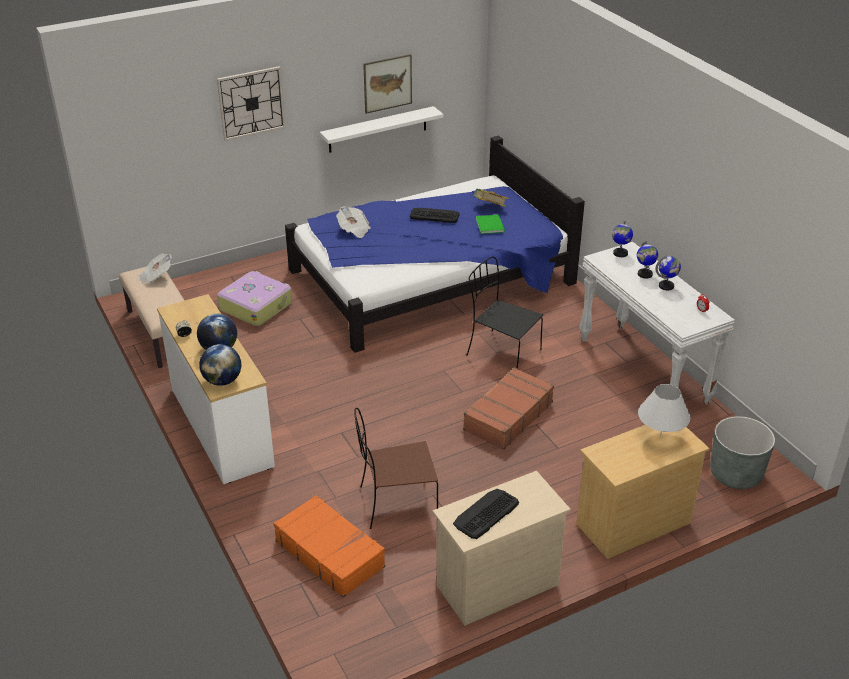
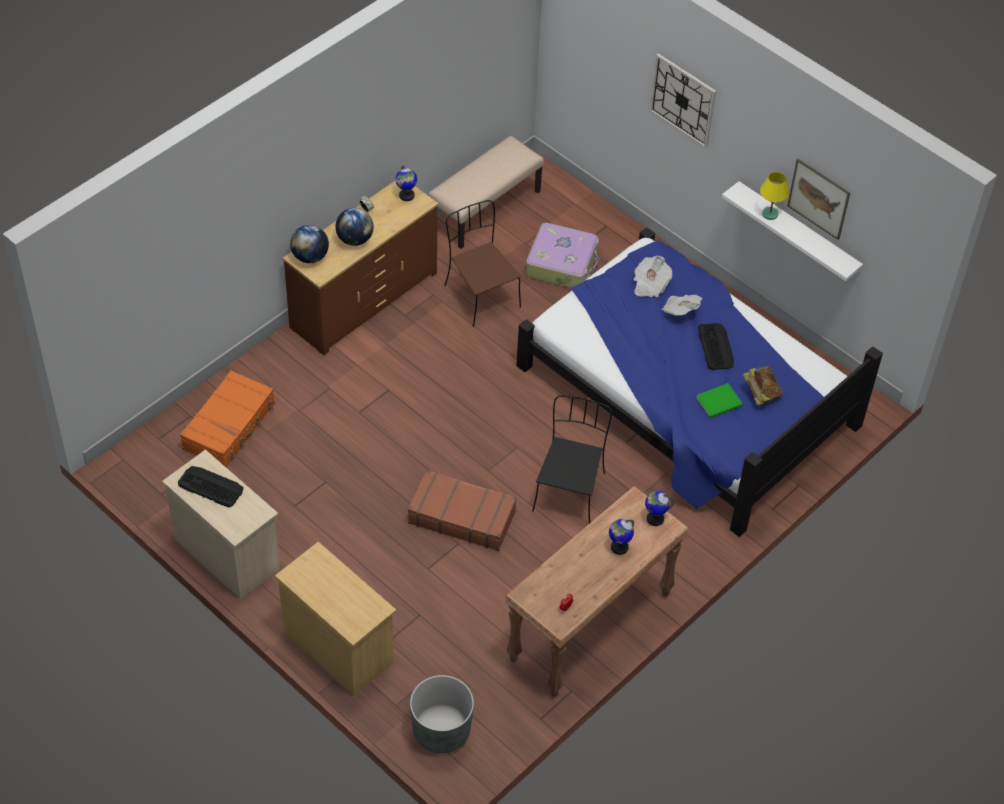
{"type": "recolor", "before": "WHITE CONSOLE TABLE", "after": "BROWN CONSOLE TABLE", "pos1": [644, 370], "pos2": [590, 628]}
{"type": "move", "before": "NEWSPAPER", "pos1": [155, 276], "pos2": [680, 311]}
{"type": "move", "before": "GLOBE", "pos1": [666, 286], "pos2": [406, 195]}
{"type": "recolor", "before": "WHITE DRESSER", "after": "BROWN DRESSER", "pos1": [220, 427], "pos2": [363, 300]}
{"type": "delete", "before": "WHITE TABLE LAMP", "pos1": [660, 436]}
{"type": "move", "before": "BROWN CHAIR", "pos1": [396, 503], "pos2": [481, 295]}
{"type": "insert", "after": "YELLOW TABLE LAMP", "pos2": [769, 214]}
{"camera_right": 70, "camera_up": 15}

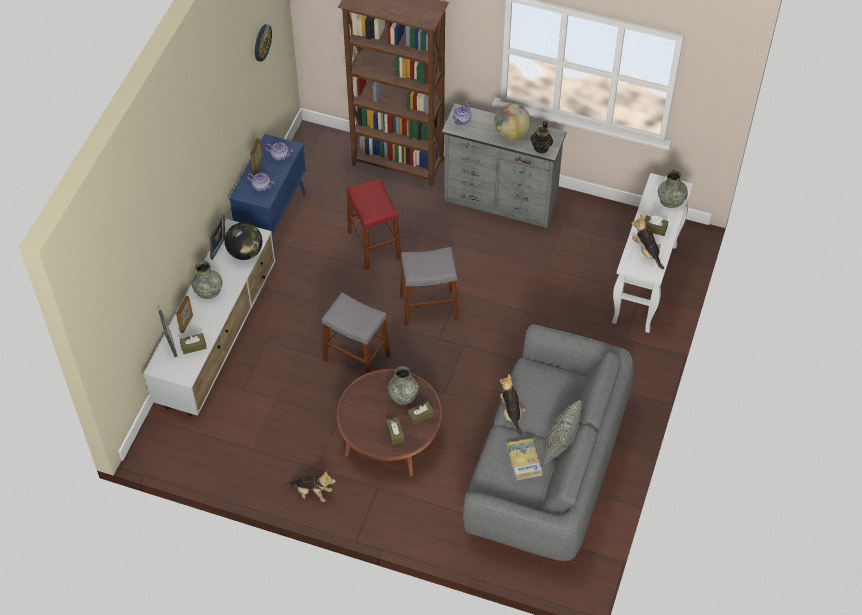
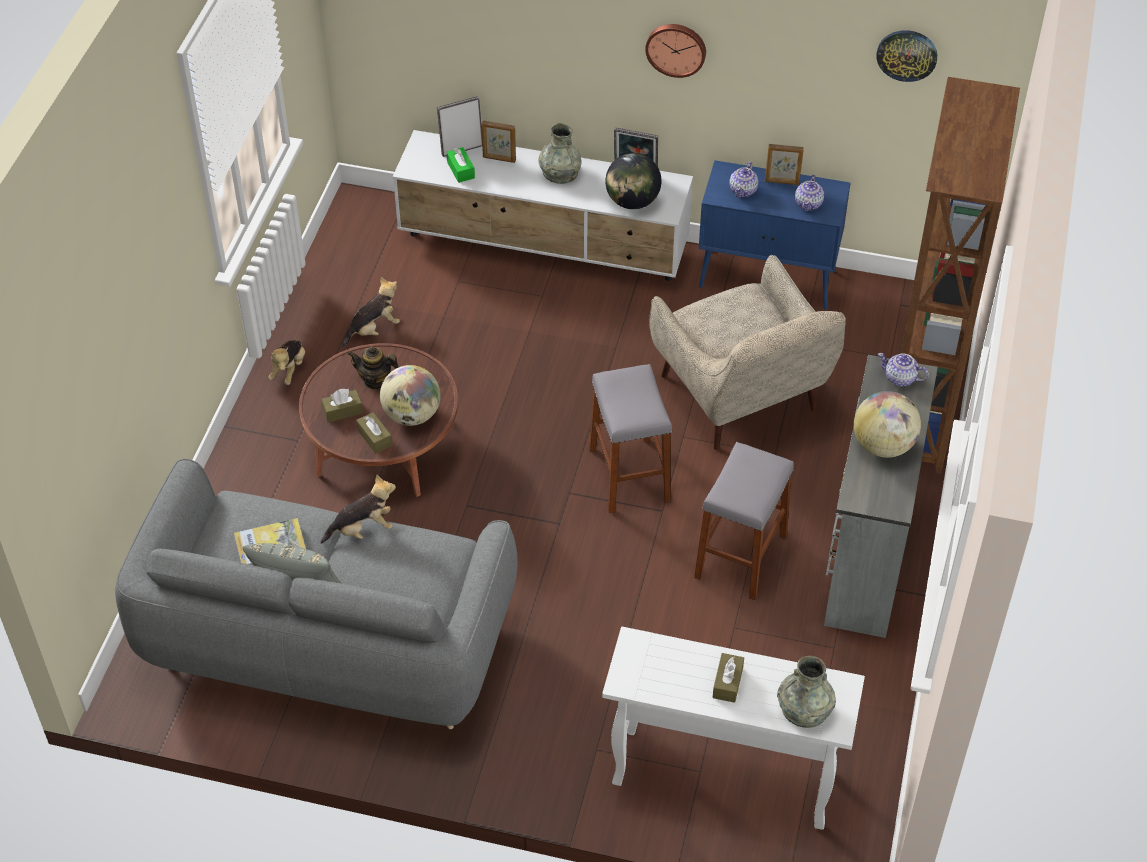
{"type": "move", "before": "TEAPOT", "pos1": [541, 147], "pos2": [375, 380]}
{"type": "replace", "before": "RED STOOL", "after": "BEIGE ARMCHAIR", "pos1": [374, 245], "pos2": [741, 399]}
{"type": "move", "before": "PLUSH TOY", "pos1": [646, 251], "pos2": [374, 329]}
{"type": "move", "before": "GREY STOOL", "pos1": [357, 357], "pos2": [741, 556]}
{"type": "recolor", "before": "BROWN TISSUE BOX", "after": "GREEN TISSUE BOX", "pos1": [193, 346], "pos2": [461, 170]}
{"type": "replace", "before": "GREY VASE", "after": "GLOBE", "pos1": [403, 395], "pos2": [412, 415]}
{"type": "insert", "after": "WALL CLOCK", "pos2": [676, 48]}
{"camera_right": 85, "camera_up": -5}

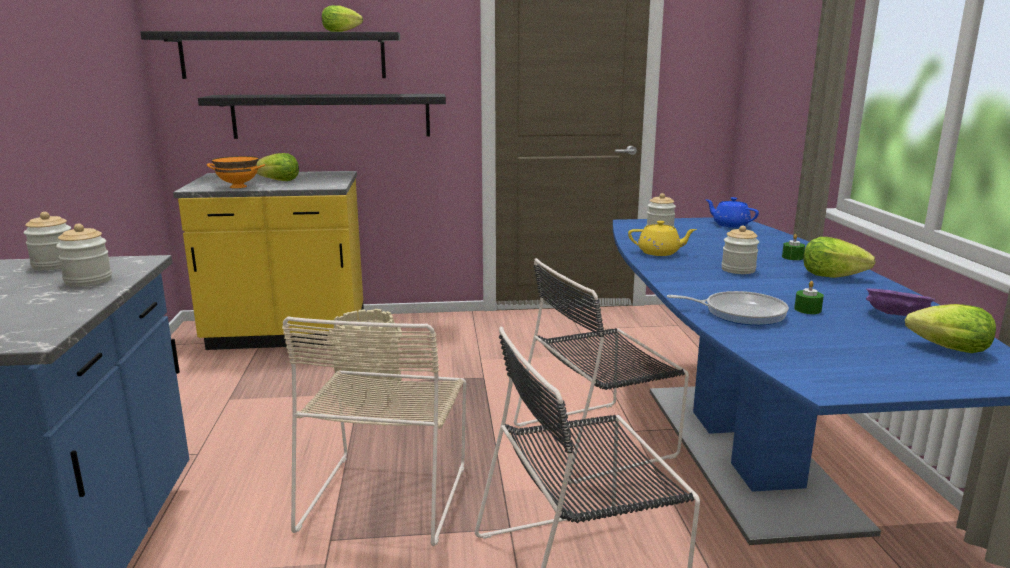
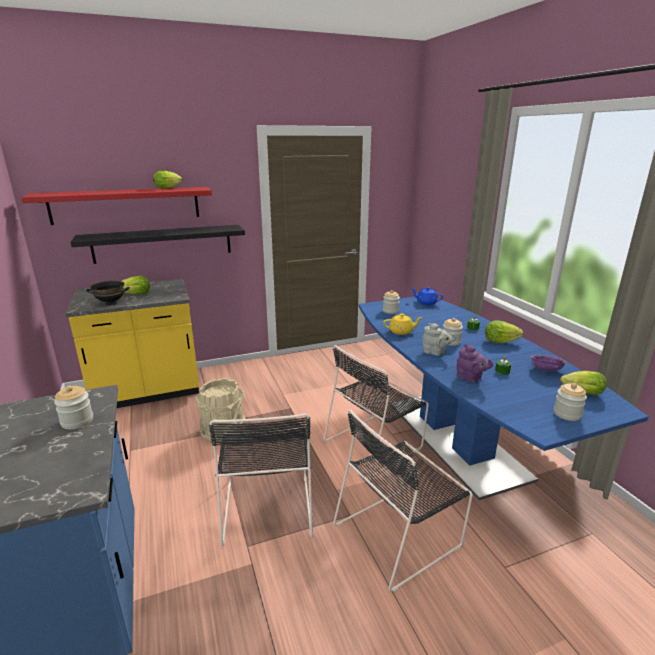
{"type": "recolor", "before": "BLACK SHELF", "after": "RED SHELF", "pos1": [283, 55], "pos2": [126, 205]}
{"type": "recolor", "before": "ORANGE BOWL", "after": "BLACK BOWL", "pos1": [238, 187], "pos2": [111, 303]}
{"type": "move", "before": "JAR", "pos1": [54, 265], "pos2": [567, 414]}
{"type": "replace", "before": "FRYING PAN", "after": "PURPLE TEAPOT", "pos1": [740, 313], "pos2": [470, 378]}
{"type": "recolor", "before": "BEIGE CHAIR", "after": "BLACK CHAIR", "pos1": [387, 493], "pos2": [267, 505]}
{"type": "insert", "after": "GREY TEAPOT", "pos2": [435, 353]}
{"camera_right": -15, "camera_up": 5}

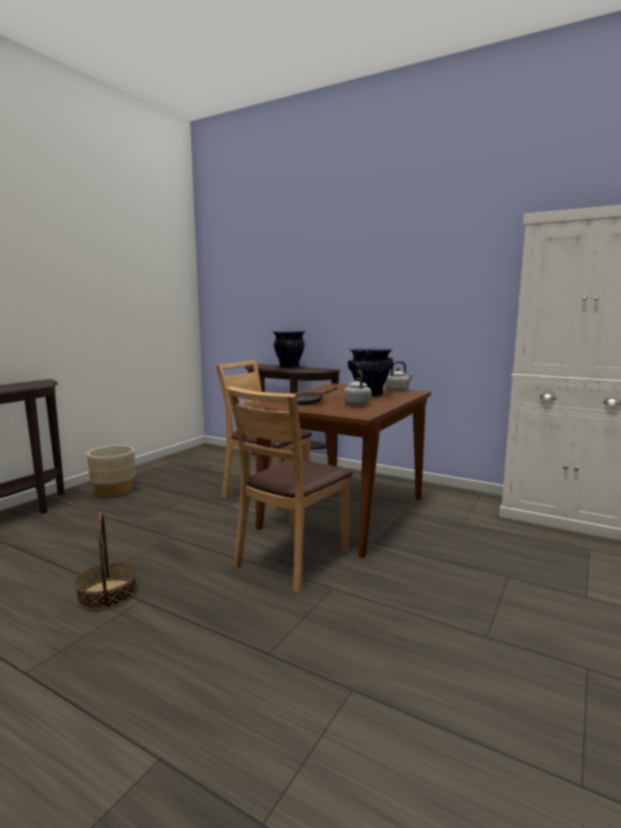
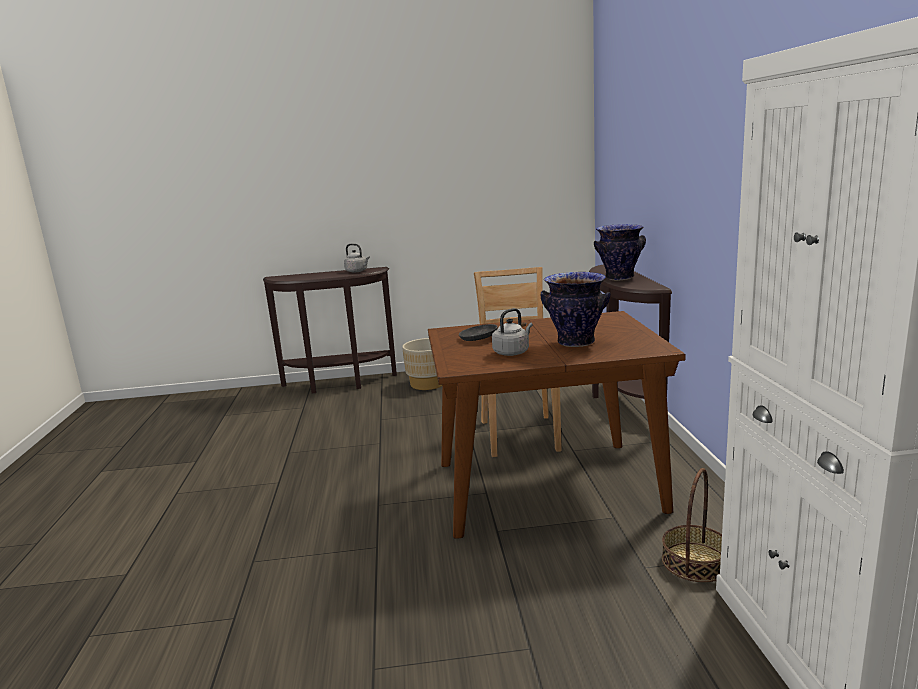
{"type": "move", "before": "GREY KETTLE", "pos1": [398, 390], "pos2": [357, 271]}
{"type": "delete", "before": "BROWN CHAIR", "pos1": [292, 559]}
{"type": "move", "before": "BASKET", "pos1": [107, 594], "pos2": [695, 562]}
{"camera_right": 55, "camera_up": 5}

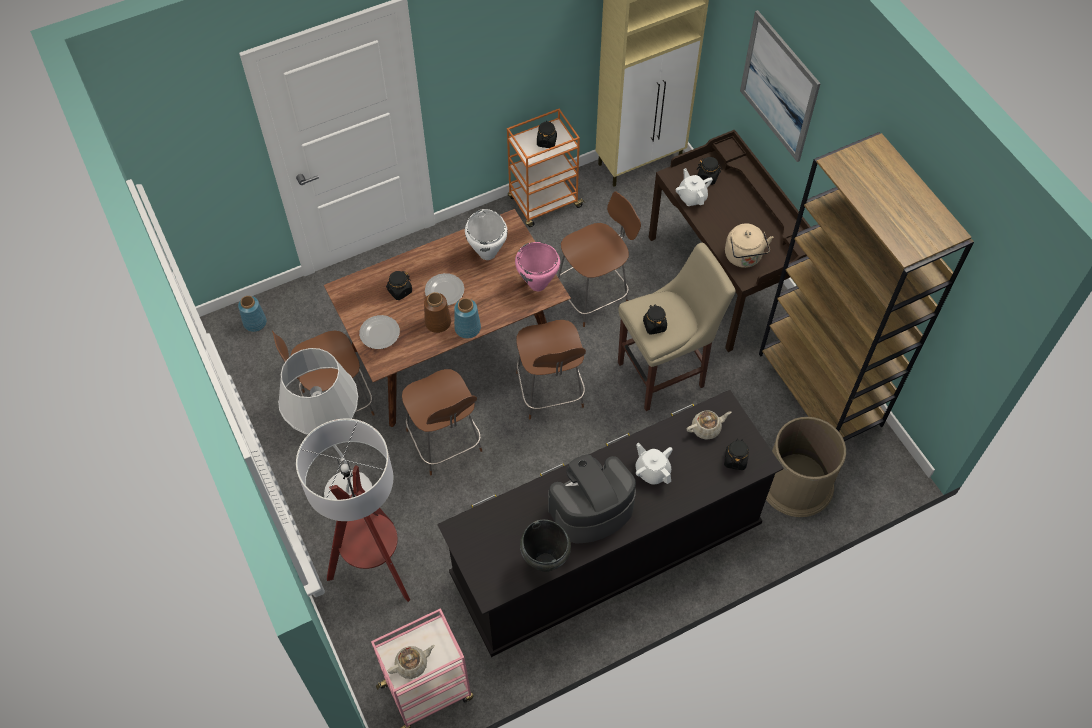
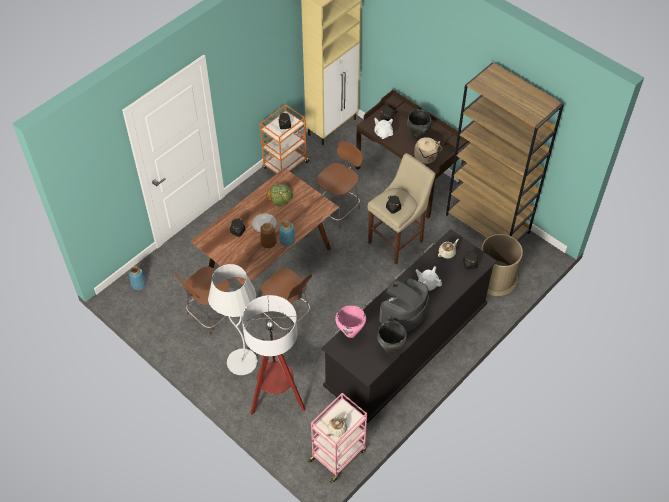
{"type": "delete", "before": "PICTURE", "pos1": [779, 86]}
{"type": "replace", "before": "WHITE COOKING POT", "after": "BREAD", "pos1": [488, 253], "pos2": [280, 196]}
{"type": "move", "before": "PINK COOKING POT", "pos1": [538, 284], "pos2": [350, 333]}
{"type": "delete", "before": "PLATE", "pos1": [379, 333]}
{"type": "delete", "before": "BROWN CHAIR", "pos1": [550, 392]}
{"type": "insert", "after": "BLACK COOKING POT", "pos2": [417, 136]}
{"camera_right": -20, "camera_up": -5}

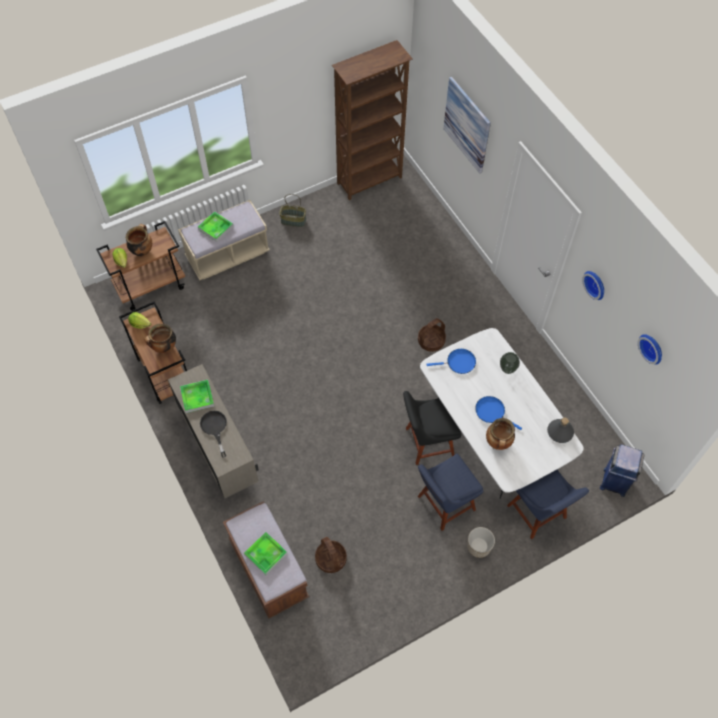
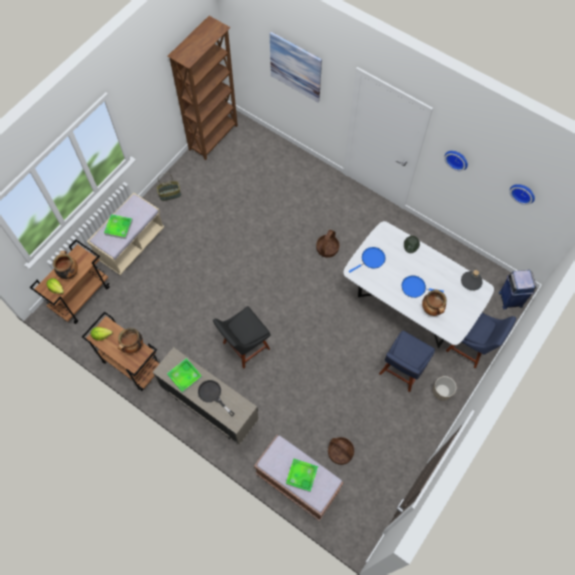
{"type": "move", "before": "BLACK CHAIR", "pos1": [427, 442], "pos2": [244, 347]}
{"camera_right": -25, "camera_up": 5}

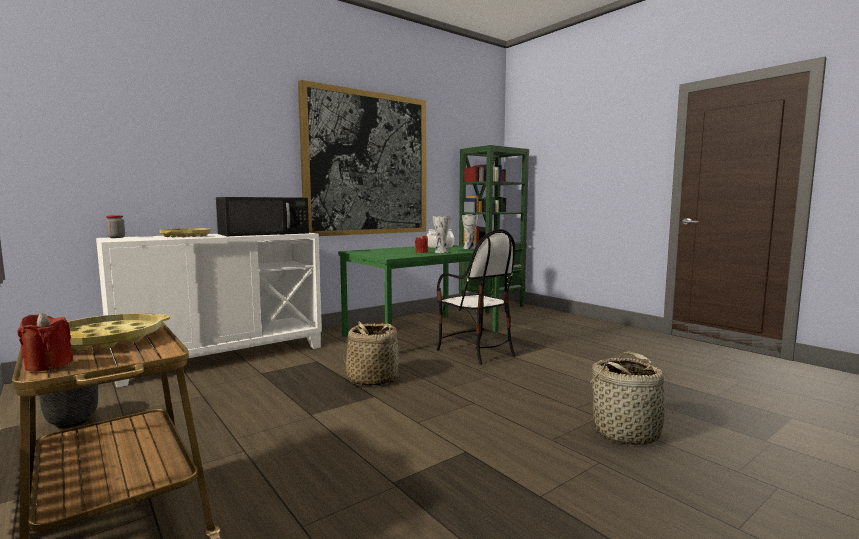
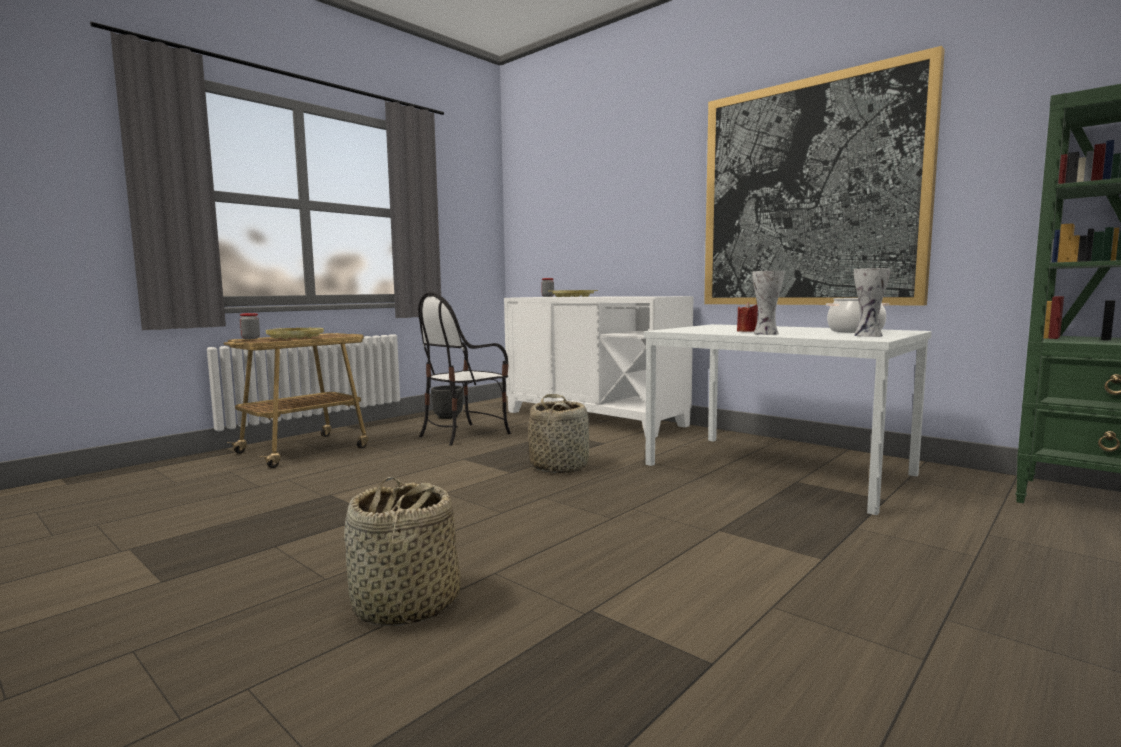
{"type": "delete", "before": "BLACK MICROWAVE", "pos1": [265, 233]}
{"type": "move", "before": "CHAIR", "pos1": [475, 352], "pos2": [464, 434]}
{"type": "recolor", "before": "GREEN DINING TABLE", "after": "WHITE DINING TABLE", "pos1": [421, 333], "pos2": [774, 469]}
{"type": "replace", "before": "RED CANDLE", "after": "JAR", "pos1": [48, 365], "pos2": [250, 338]}
{"camera_right": 80, "camera_up": 0}

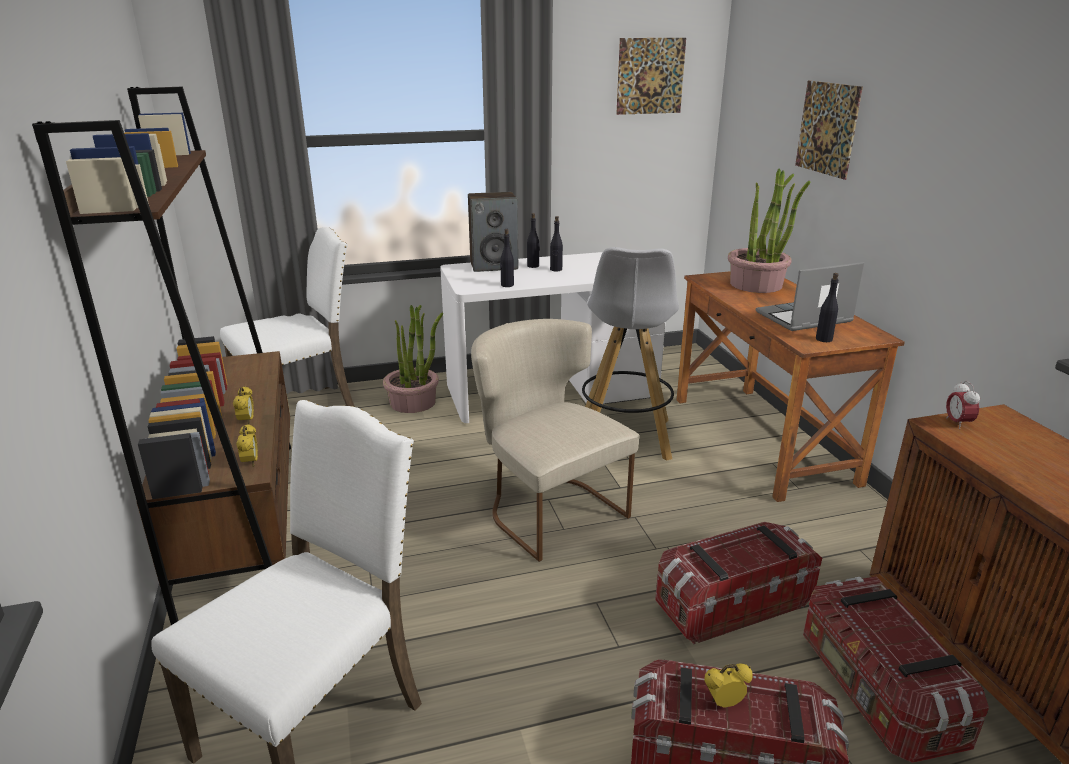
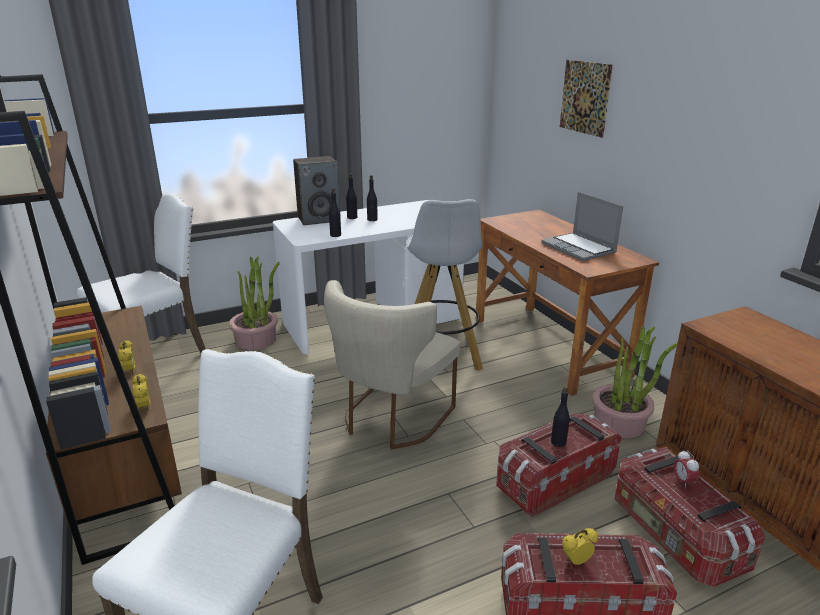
{"type": "delete", "before": "PICTURE", "pos1": [650, 76]}
{"type": "move", "before": "POTTED PLANT", "pos1": [756, 284], "pos2": [620, 423]}
{"type": "rotate", "before": "LAPTOP", "pos1": [803, 318], "pos2": [579, 248], "turn": -90}
{"type": "move", "before": "BLACK BOTTLE", "pos1": [823, 339], "pos2": [558, 442]}
{"type": "rotate", "before": "BEIGE CHAIR", "pos1": [547, 508], "pos2": [391, 420], "turn": -105}
{"type": "move", "before": "ALARM CLOCK", "pos1": [957, 423], "pos2": [683, 481]}
{"camera_right": -10, "camera_up": 0}

